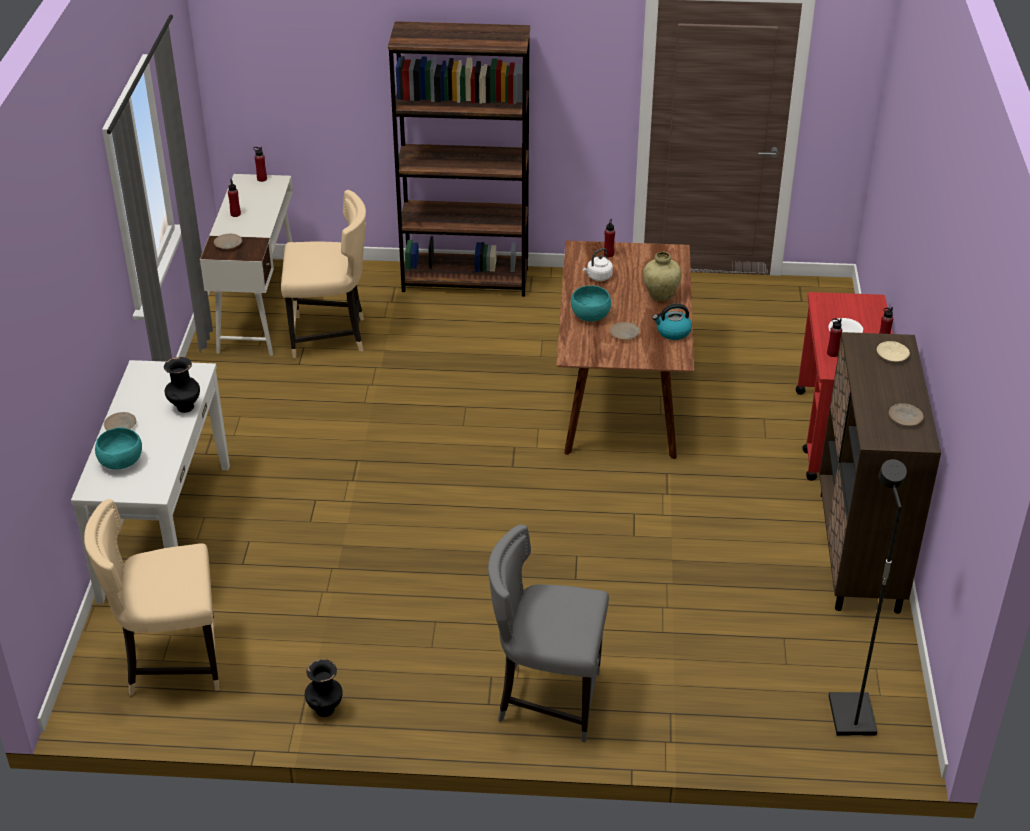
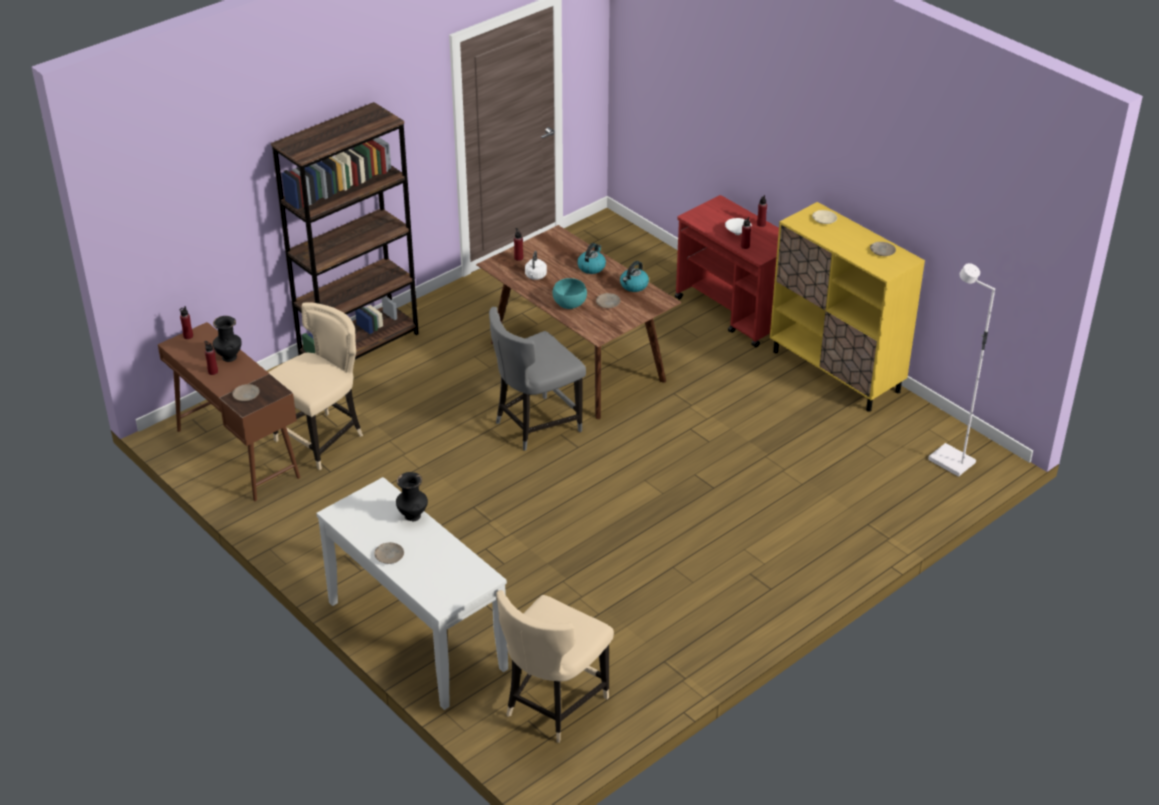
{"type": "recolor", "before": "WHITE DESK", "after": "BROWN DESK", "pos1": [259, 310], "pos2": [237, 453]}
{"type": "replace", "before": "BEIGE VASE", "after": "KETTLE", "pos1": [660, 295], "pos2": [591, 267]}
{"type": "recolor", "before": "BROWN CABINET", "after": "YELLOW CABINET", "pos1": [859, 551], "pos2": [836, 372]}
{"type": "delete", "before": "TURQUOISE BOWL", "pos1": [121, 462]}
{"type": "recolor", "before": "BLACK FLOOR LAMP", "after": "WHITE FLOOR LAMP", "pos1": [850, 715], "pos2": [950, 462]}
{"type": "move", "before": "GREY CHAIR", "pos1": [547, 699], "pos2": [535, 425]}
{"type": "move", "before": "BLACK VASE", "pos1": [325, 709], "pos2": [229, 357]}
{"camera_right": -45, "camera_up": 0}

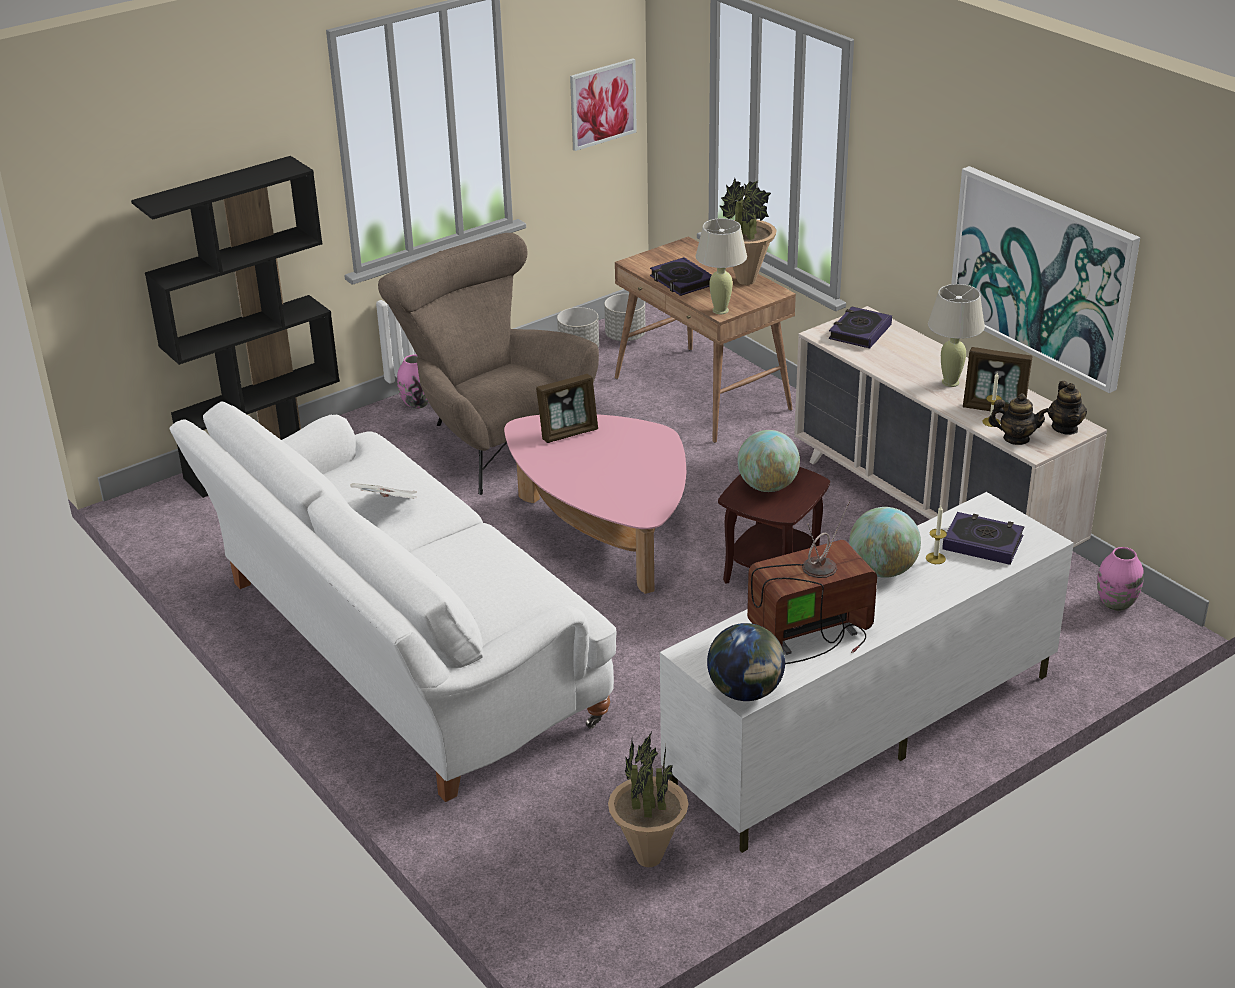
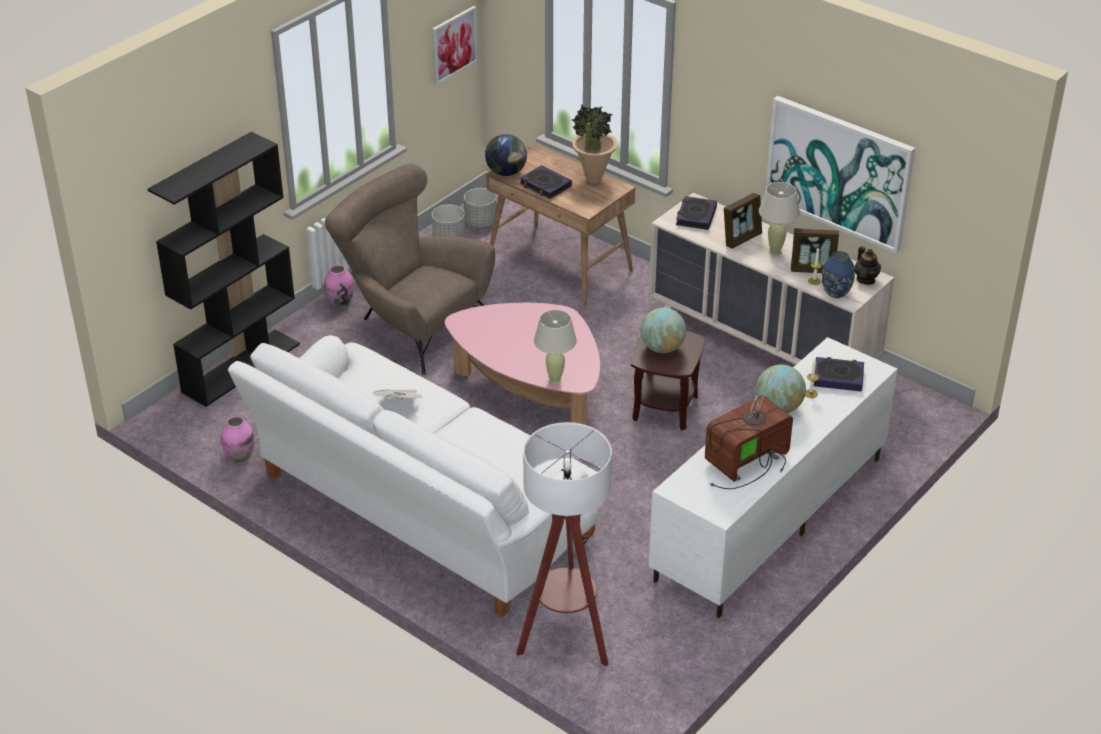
{"type": "move", "before": "BEIGE TABLE LAMP", "pos1": [720, 310], "pos2": [555, 380]}
{"type": "move", "before": "PICTURE FRAME", "pos1": [568, 433], "pos2": [741, 238]}
{"type": "replace", "before": "TEAPOT", "after": "BLUE VASE", "pos1": [1016, 439], "pos2": [835, 292]}
{"type": "move", "before": "PINK VASE", "pos1": [1115, 604], "pos2": [239, 456]}
{"type": "move", "before": "GLOBE", "pos1": [745, 692], "pos2": [506, 172]}
{"type": "delete", "before": "POTTED PLANT", "pos1": [648, 858]}
{"type": "insert", "after": "FLOOR LAMP", "pos2": [566, 640]}
{"camera_right": -15, "camera_up": 5}

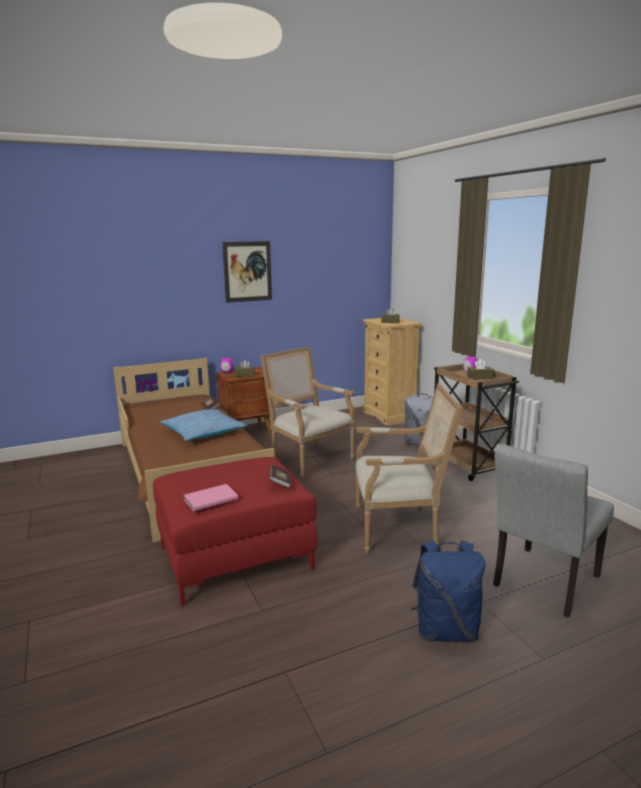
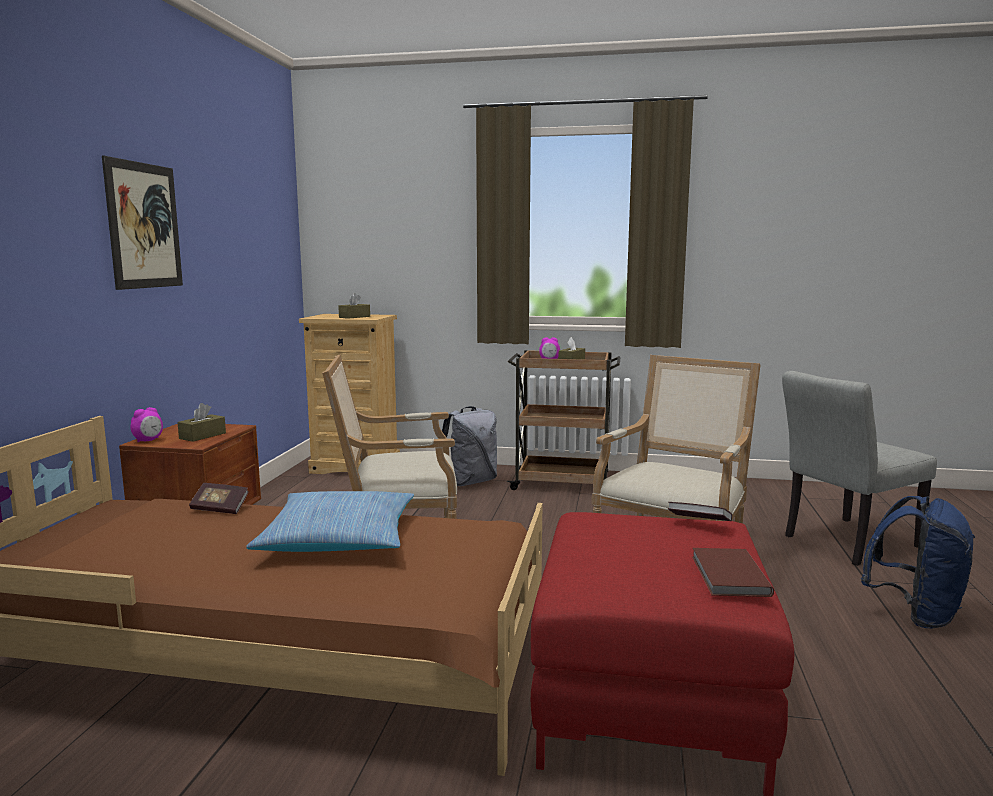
{"type": "rotate", "before": "GREY CHAIR", "pos1": [542, 584], "pos2": [844, 543], "turn": 75}
{"type": "recolor", "before": "PINK BOOK", "after": "BROWN BOOK", "pos1": [209, 499], "pos2": [728, 576]}
{"camera_right": -55, "camera_up": -5}

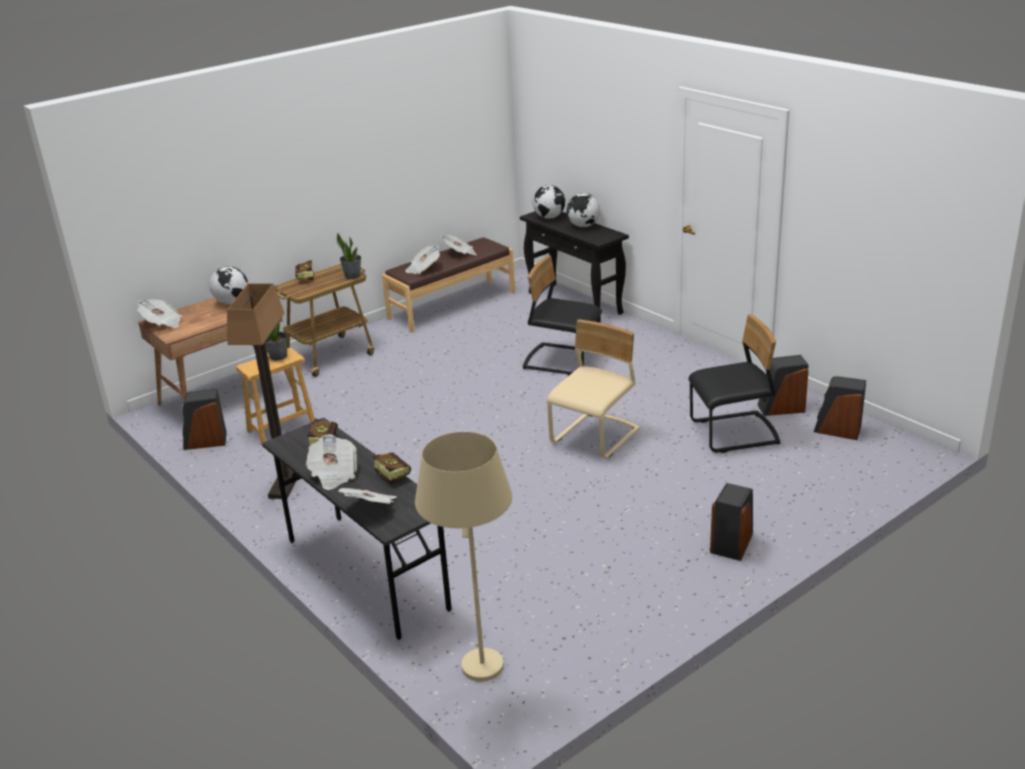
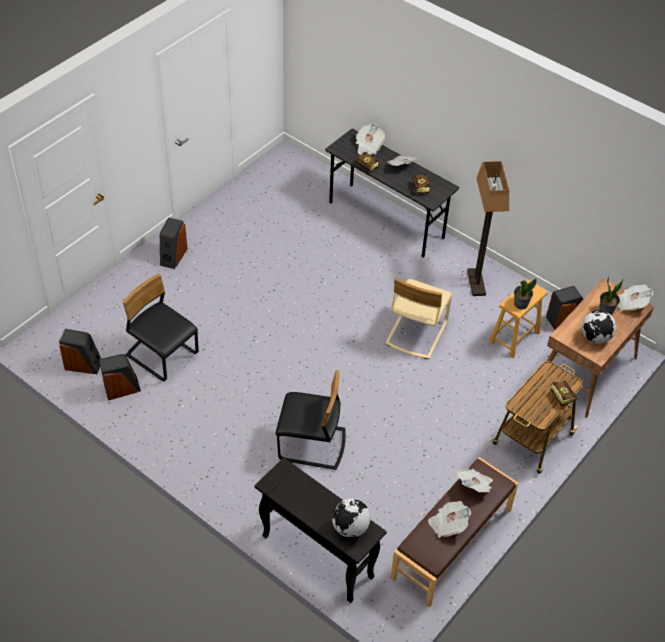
{"type": "delete", "before": "GLOBE", "pos1": [583, 226]}
{"type": "move", "before": "POTTED PLANT", "pos1": [352, 276], "pos2": [606, 310]}
{"type": "rotate", "before": "BLACK CHAIR", "pos1": [734, 434], "pos2": [162, 355], "turn": 60}
{"type": "move", "before": "BEIGE CHAIR", "pos1": [596, 437], "pos2": [415, 333]}
{"type": "delete", "before": "BEIGE FLOOR LAMP", "pos1": [480, 683]}
{"camera_right": 165, "camera_up": 20}

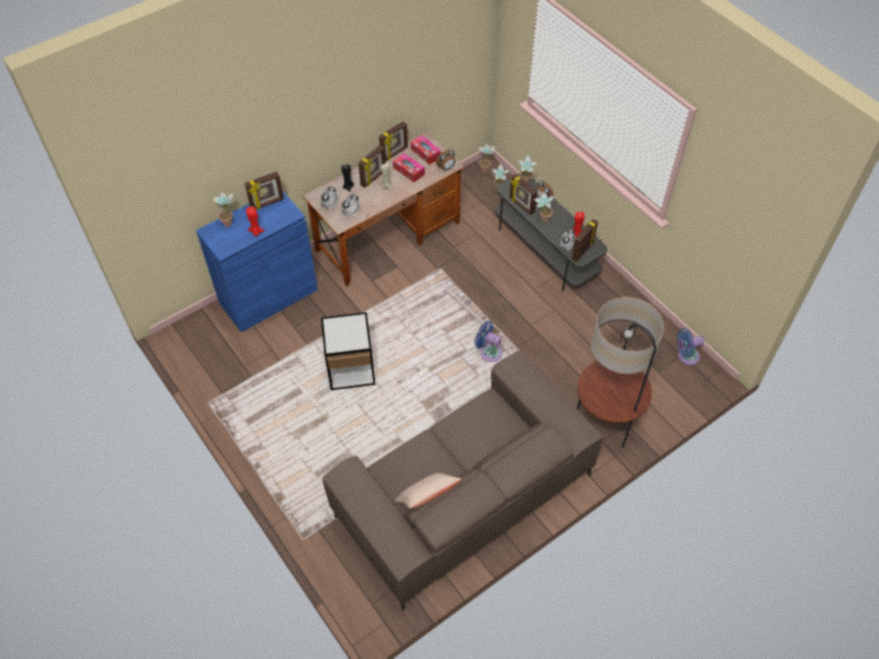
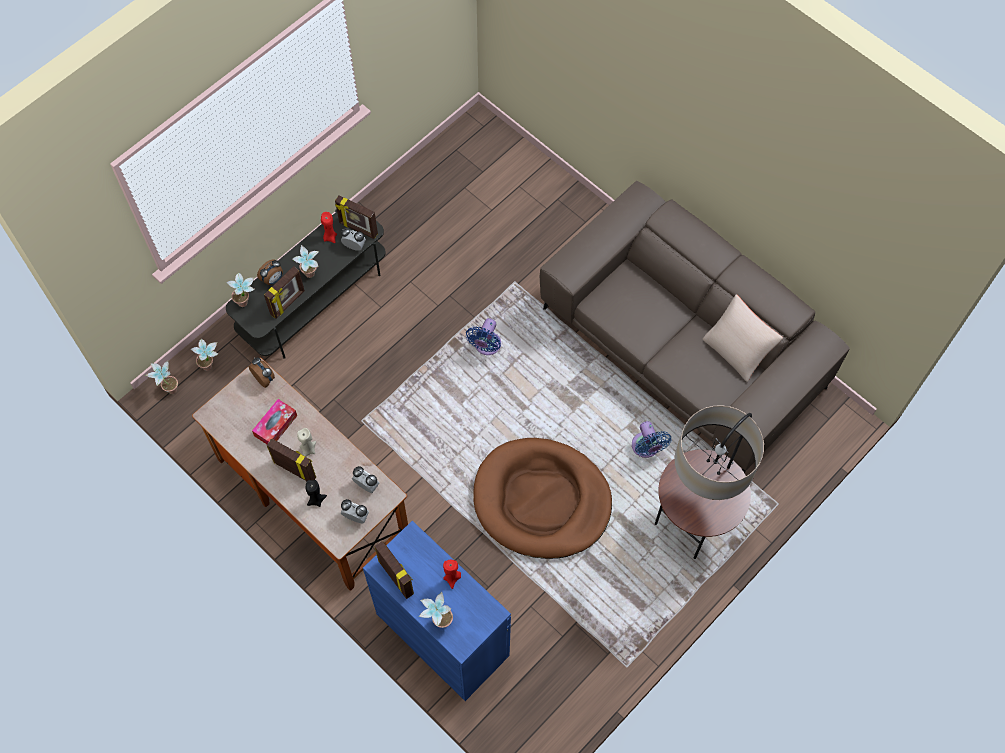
{"type": "delete", "before": "PICTURE FRAME", "pos1": [394, 154]}
{"type": "delete", "before": "TISSUE BOX", "pos1": [425, 153]}
{"type": "move", "before": "FLOOR LAMP", "pos1": [603, 427], "pos2": [692, 522]}
{"type": "replace", "before": "SIDE TABLE", "after": "BROWN DOG BED", "pos1": [350, 369], "pos2": [541, 500]}
{"type": "move", "before": "BLUE FAN", "pos1": [686, 356], "pos2": [646, 448]}
{"camera_right": -100, "camera_up": 10}

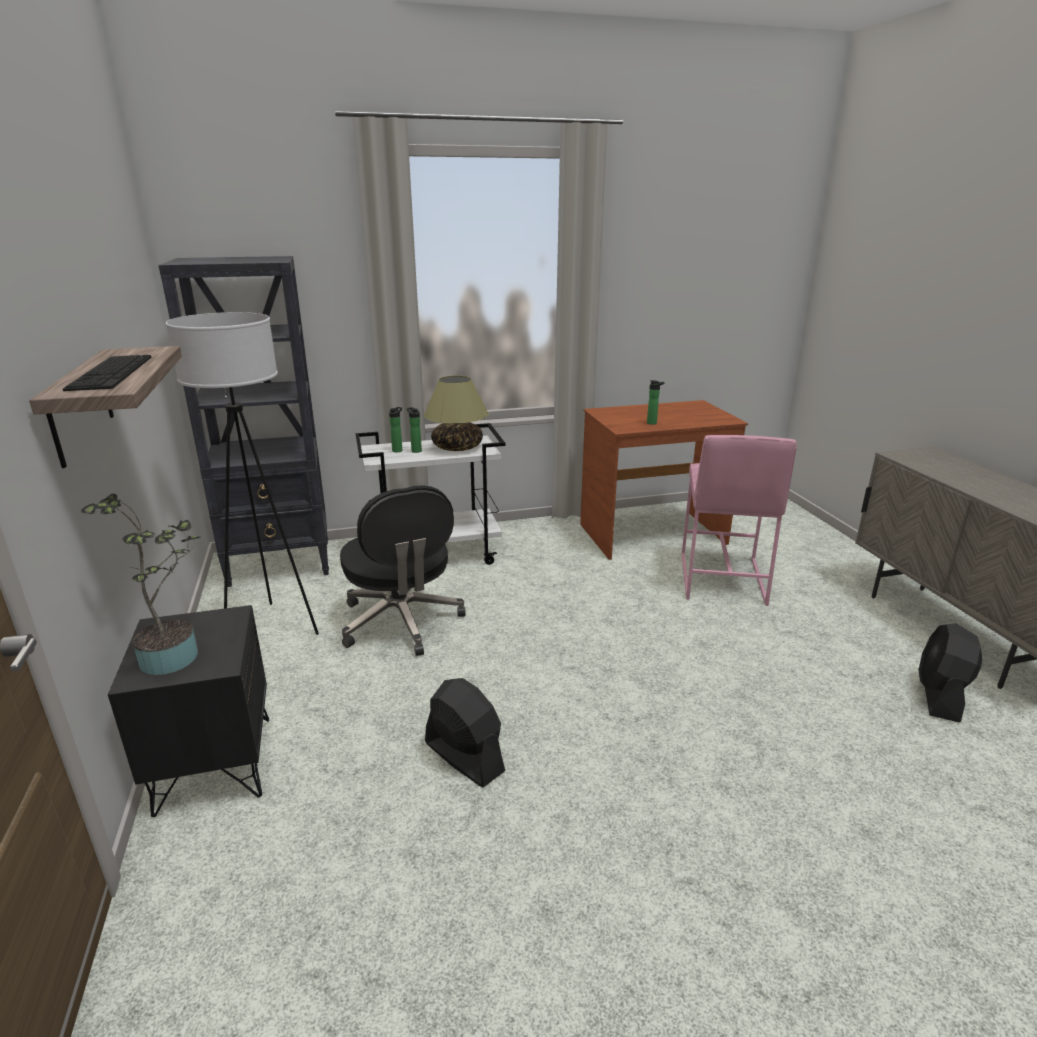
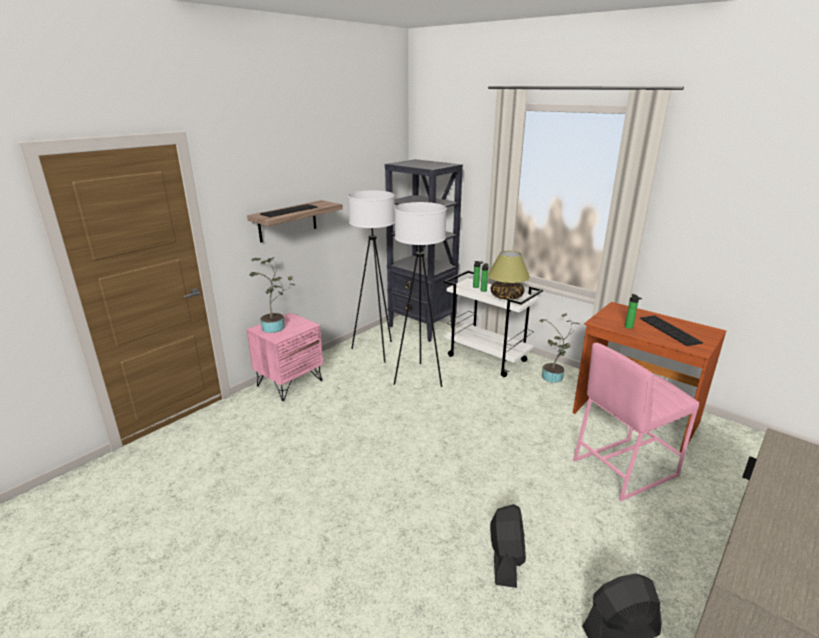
{"type": "replace", "before": "BLACK OFFICE CHAIR", "after": "WHITE FLOOR LAMP", "pos1": [401, 622], "pos2": [419, 377]}
{"type": "recolor", "before": "BLACK NIGHTSTAND", "after": "PINK NIGHTSTAND", "pos1": [214, 764], "pos2": [289, 383]}
{"type": "move", "before": "BLACK FAN", "pos1": [464, 757], "pos2": [505, 559]}
{"type": "insert", "after": "POTTED PLANT", "pos2": [553, 378]}
{"type": "insert", "after": "KEYBOARD", "pos2": [669, 330]}
{"camera_right": 55, "camera_up": 0}

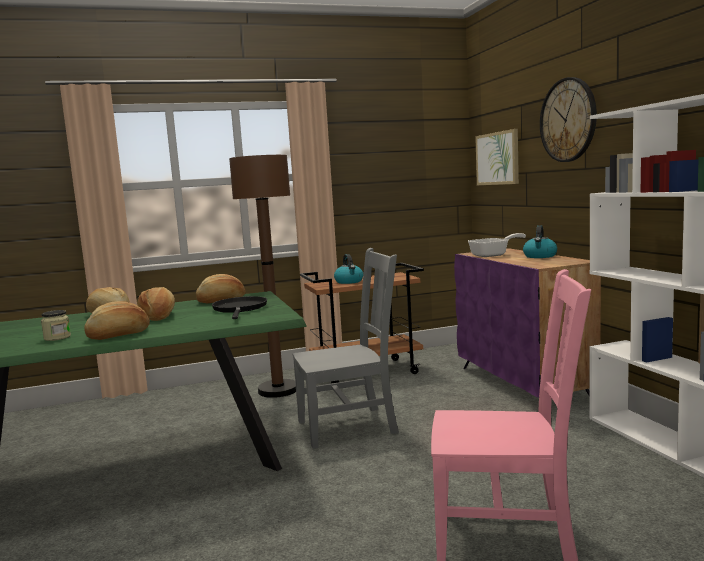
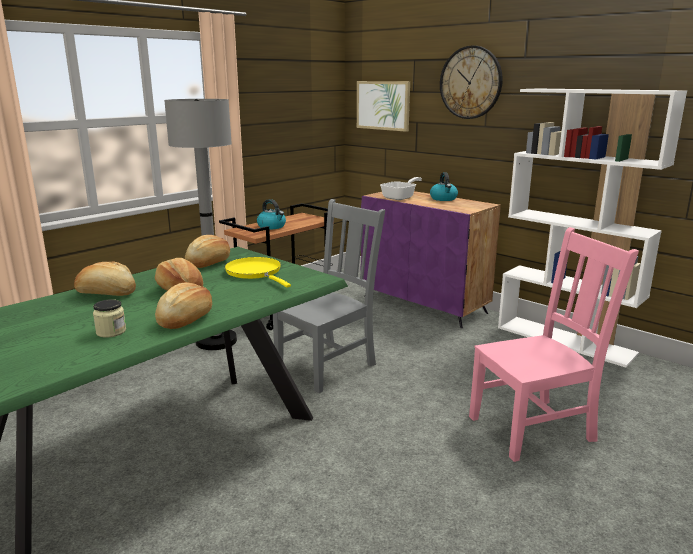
{"type": "recolor", "before": "BROWN FLOOR LAMP", "after": "GREY FLOOR LAMP", "pos1": [278, 390], "pos2": [216, 341]}
{"type": "recolor", "before": "BLACK FRYING PAN", "after": "YELLOW FRYING PAN", "pos1": [240, 309], "pos2": [255, 273]}
{"camera_right": -30, "camera_up": 10}

